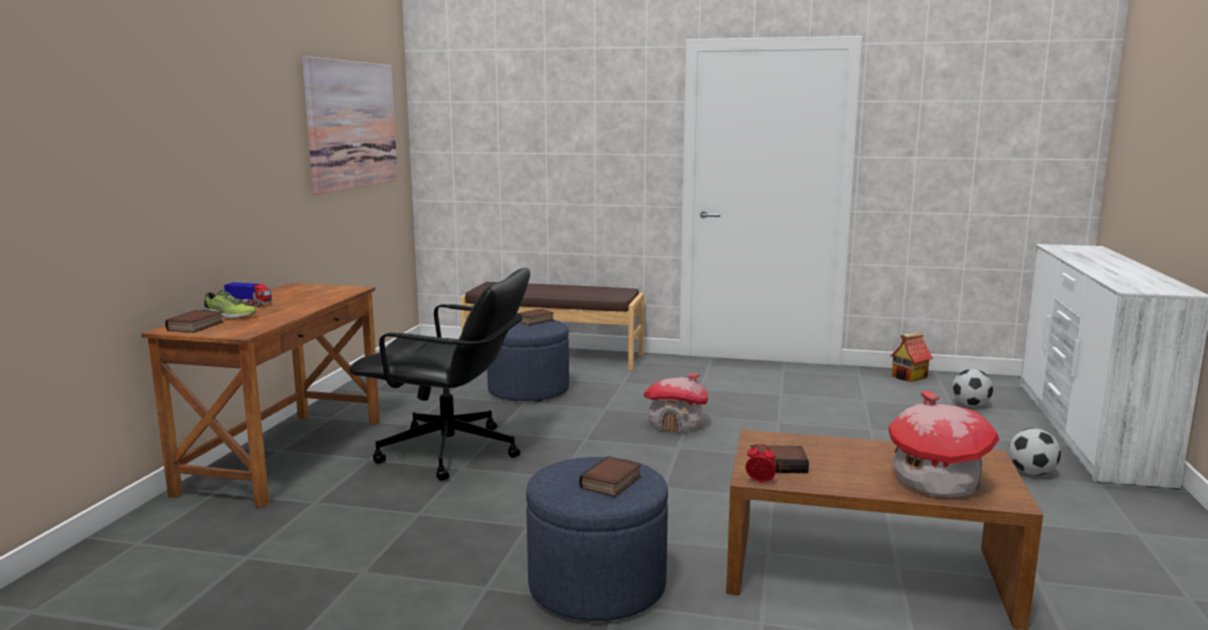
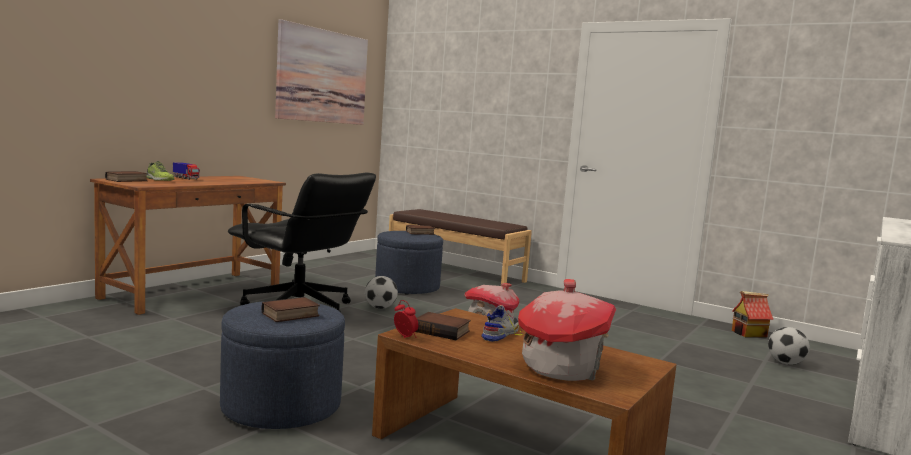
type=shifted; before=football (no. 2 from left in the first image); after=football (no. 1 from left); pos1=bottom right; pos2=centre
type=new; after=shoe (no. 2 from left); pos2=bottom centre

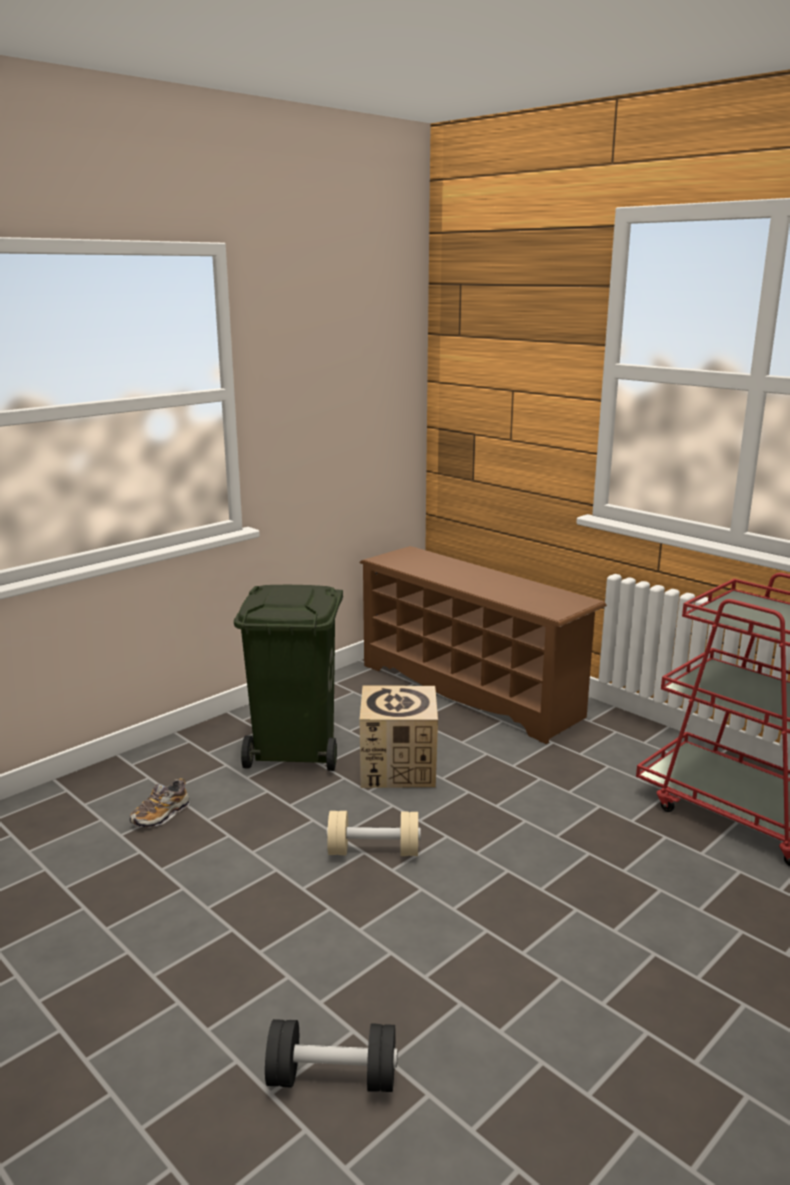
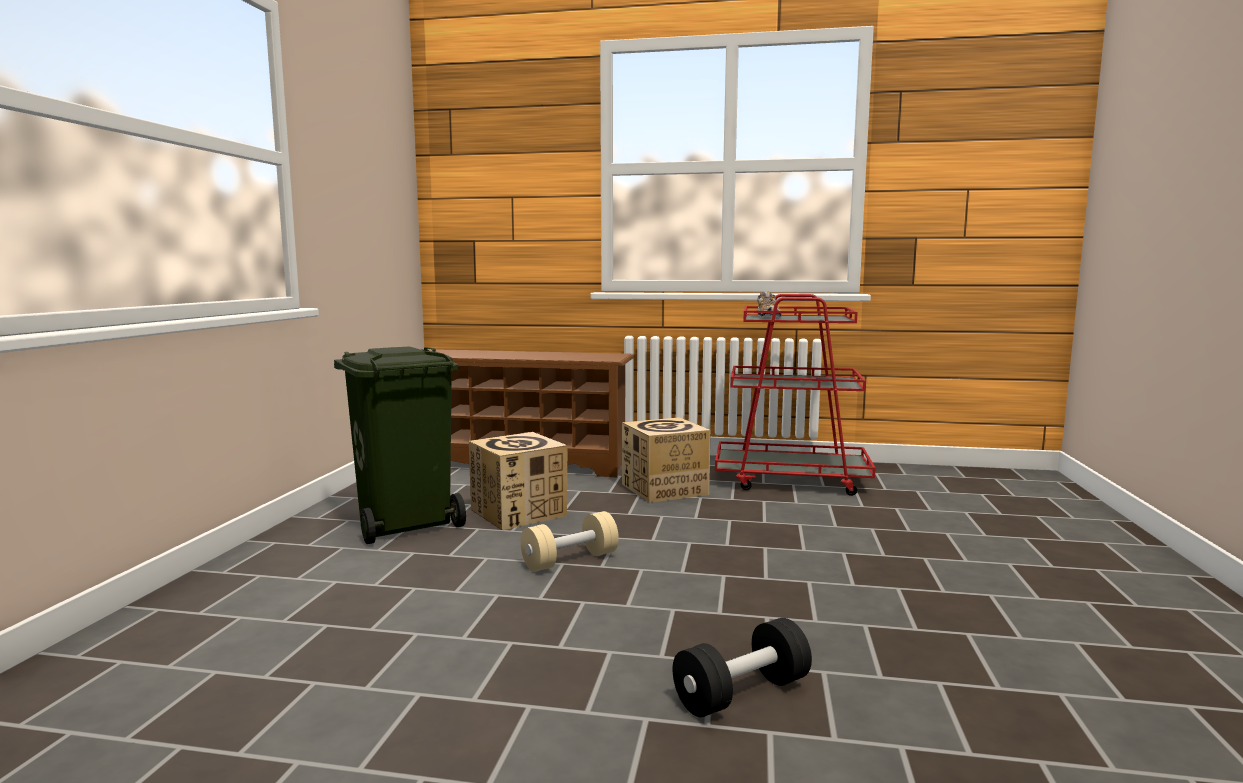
type=new; after=packing_box (no. 2 from left); pos2=centre
type=shifted; before=shoe; pos1=bottom left; pos2=centre

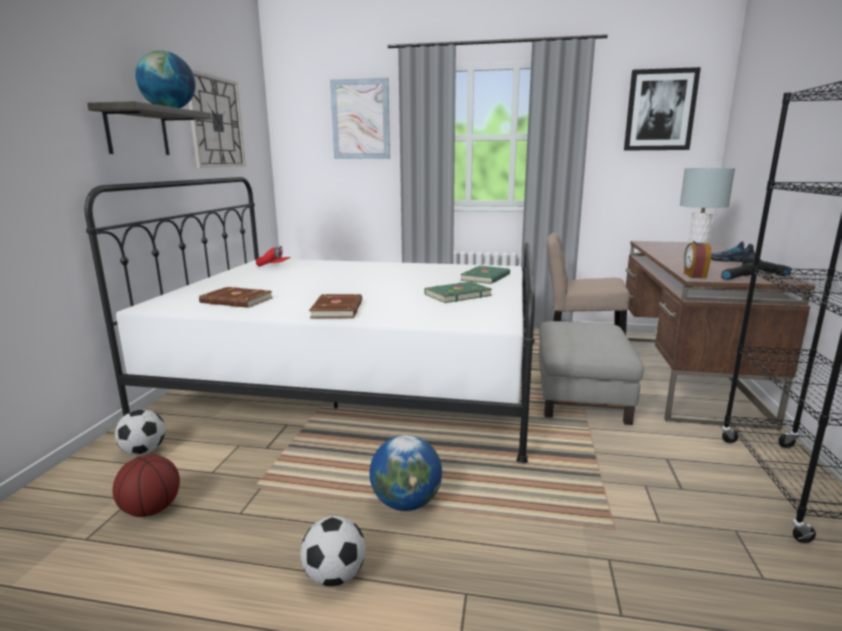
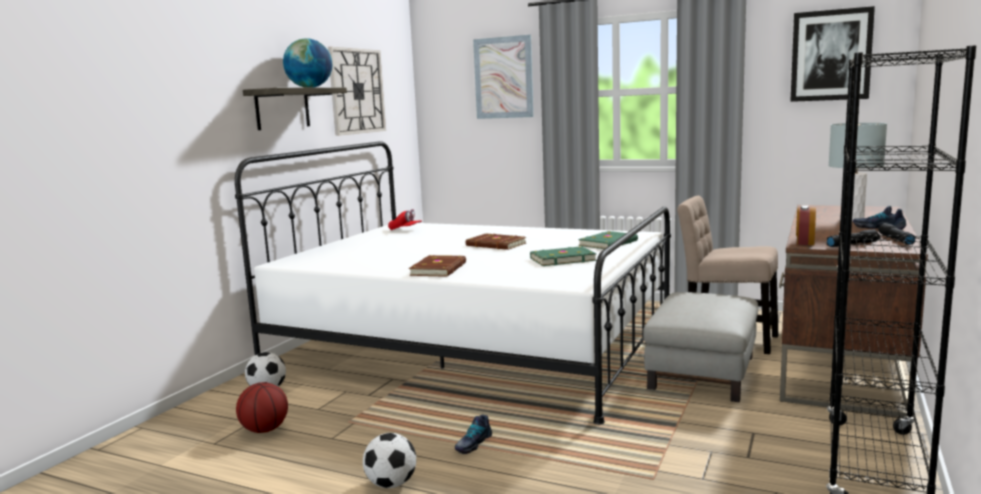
type=swapped; before=desk_globe (no. 2 from left); after=shoe (no. 1 from left); pos1=bottom centre; pos2=bottom centre
type=shifted; before=brown-coloured_bound_book (no. 1 from left in the first image); after=brown-coloured_bound_book (no. 2 from left); pos1=middle left; pos2=centre

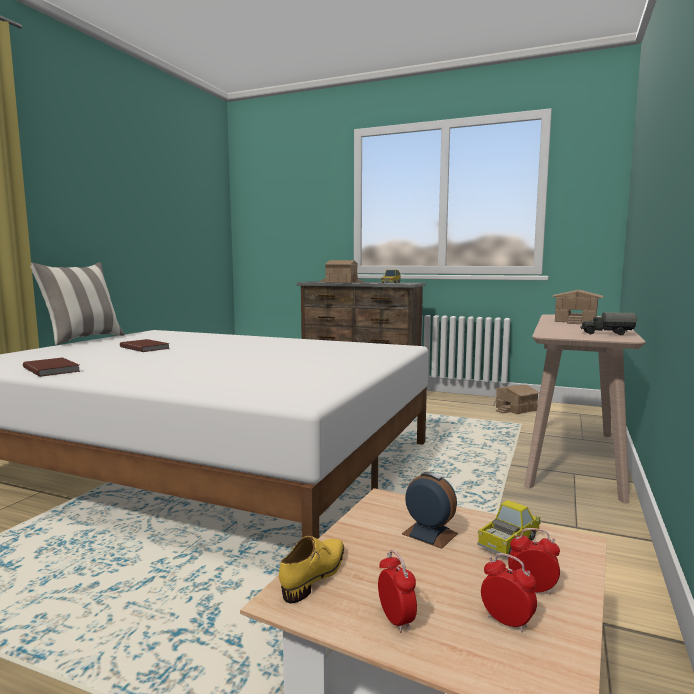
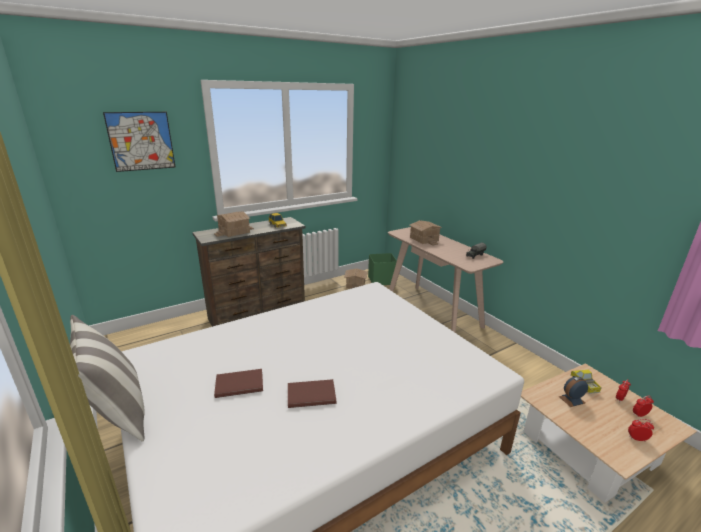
type=new; after=wall_art; pos2=top left
type=shifted; before=brown-coloured_bound_book (no. 1 from left in the first image); after=brown-coloured_bound_book (no. 2 from left); pos1=middle left; pos2=bottom centre
type=new; after=green-coloured_storage_container; pos2=centre
type=gone; before=yellowish_shoe; pos1=bottom centre

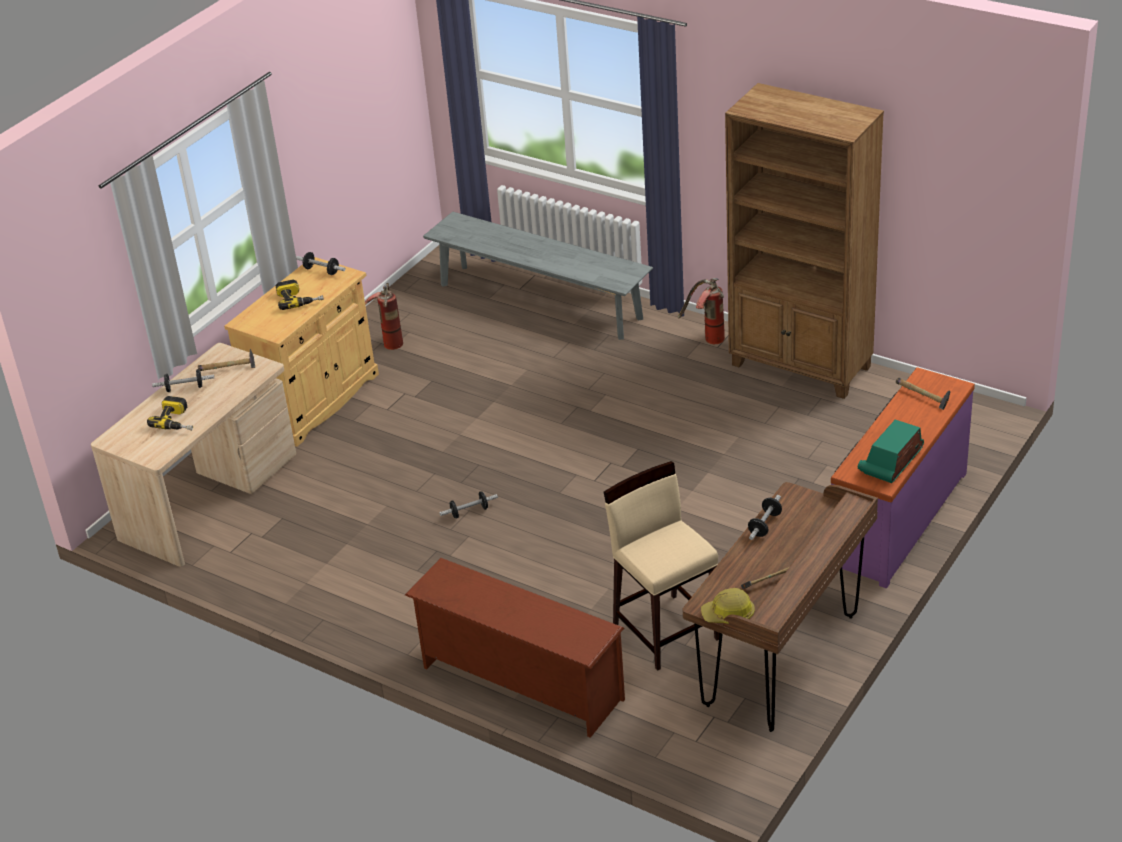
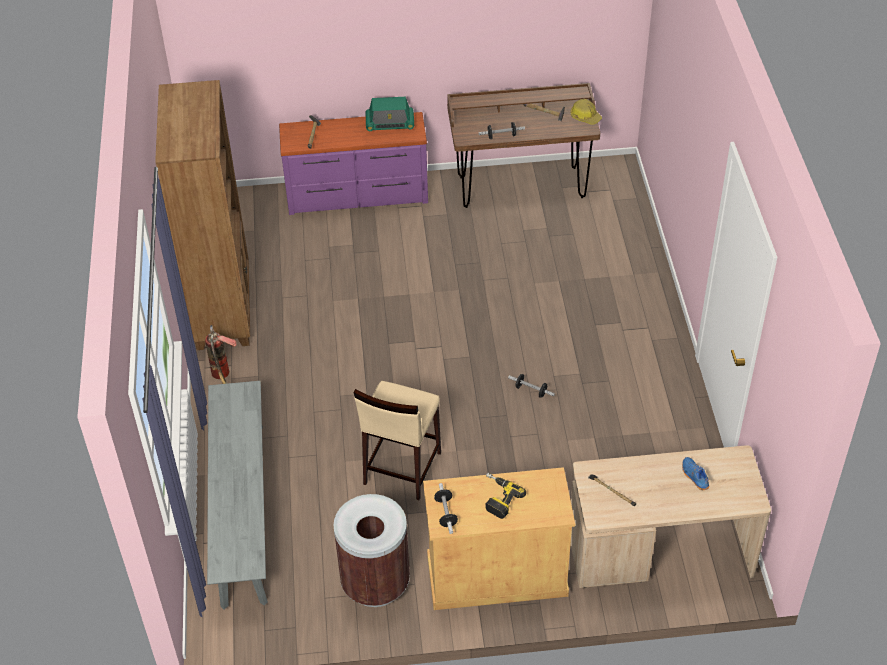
type=swapped; before=fire-fighting_cylinder (no. 1 from left); after=brown-coloured_waste_bin; pos1=centre; pos2=bottom centre
type=shifted; before=beige-coloured_stool; pos1=bottom centre; pos2=centre
type=swapped; before=drill (no. 1 from left); after=bluish_shoe; pos1=middle left; pos2=bottom right
type=gone; before=dumbbell (no. 1 from left); pos1=middle left
type=gone; before=brown-coloured_shoe_stand; pos1=bottom centre

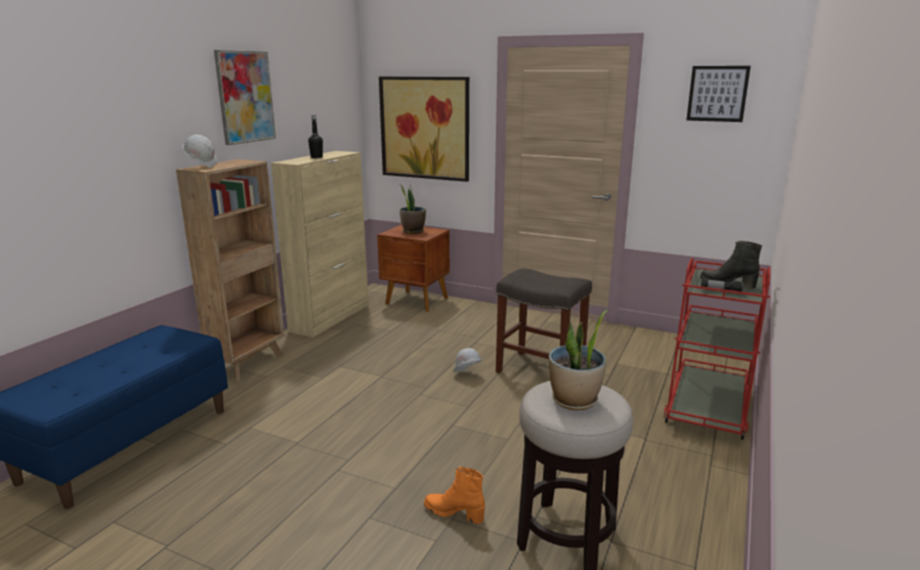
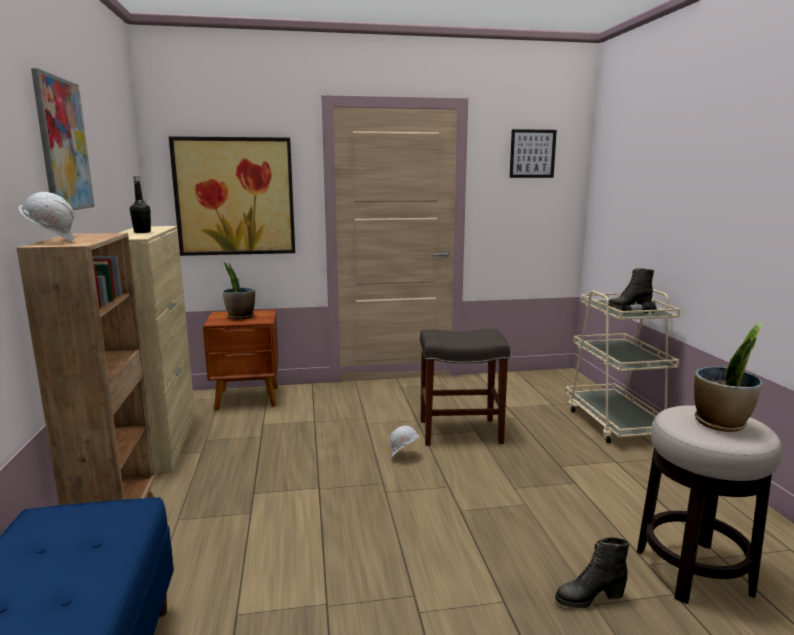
type=repainted; before=orangey_boot; after=black-coloured_boot (no. 1 from left); pos1=bottom centre; pos2=bottom right
type=repainted; before=red-coloured_wheeled_cart; after=beige-coloured_wheeled_cart; pos1=middle right; pos2=middle right

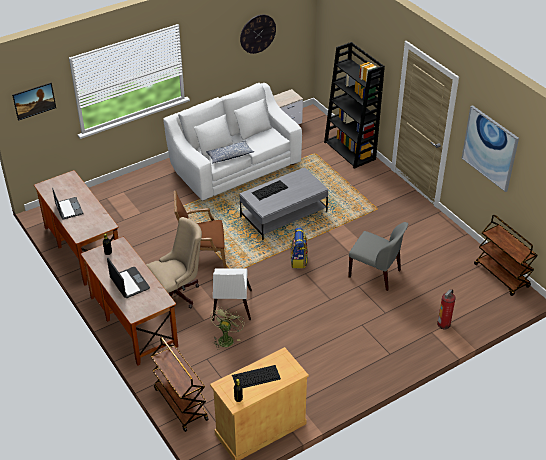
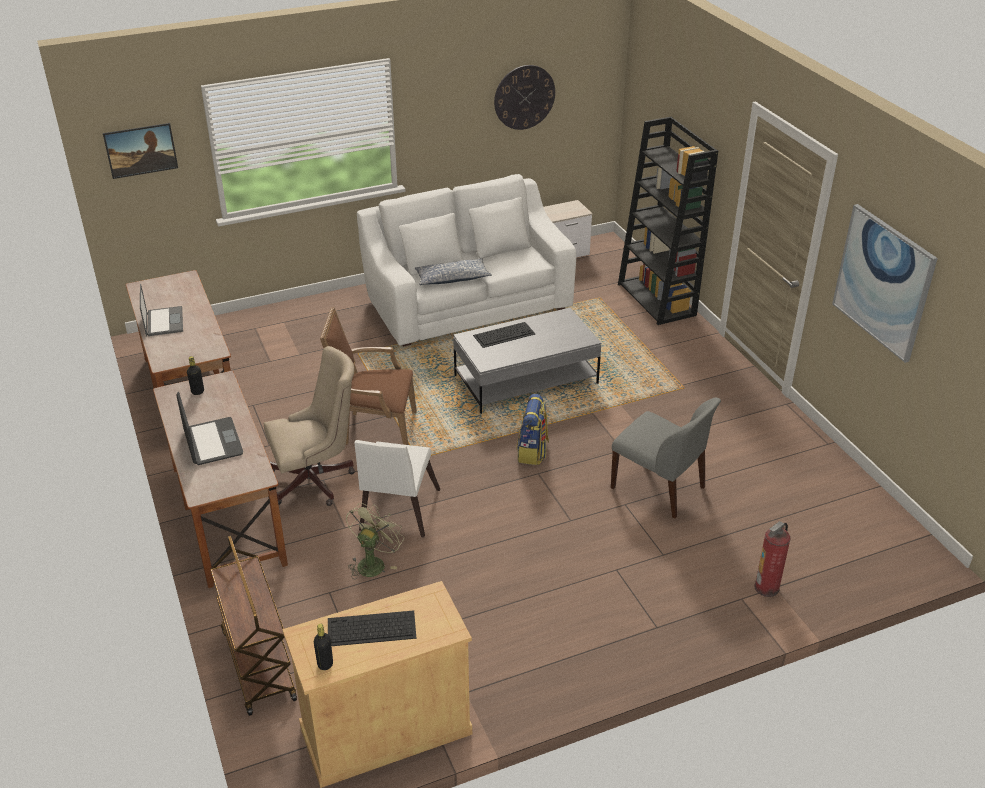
type=gone; before=brown-coloured_wheeled_cart (no. 2 from left); pos1=middle right

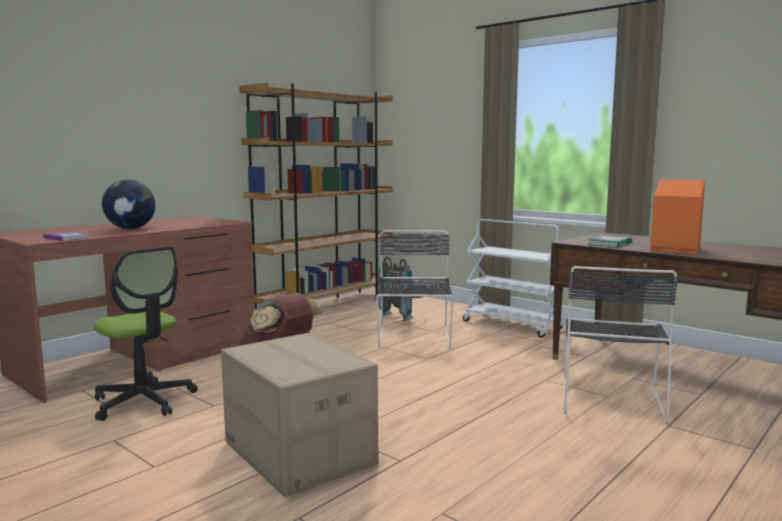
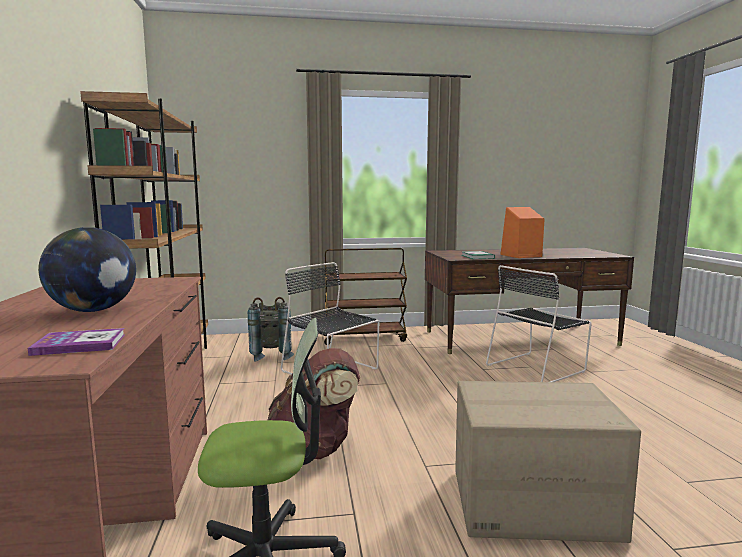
type=repainted; before=whitish_wheeled_cart; after=brown-coloured_wheeled_cart; pos1=centre; pos2=centre
type=rotated; before=black-coloured_chair (no. 2 from left); pos1=middle right; pos2=middle right; turn=90

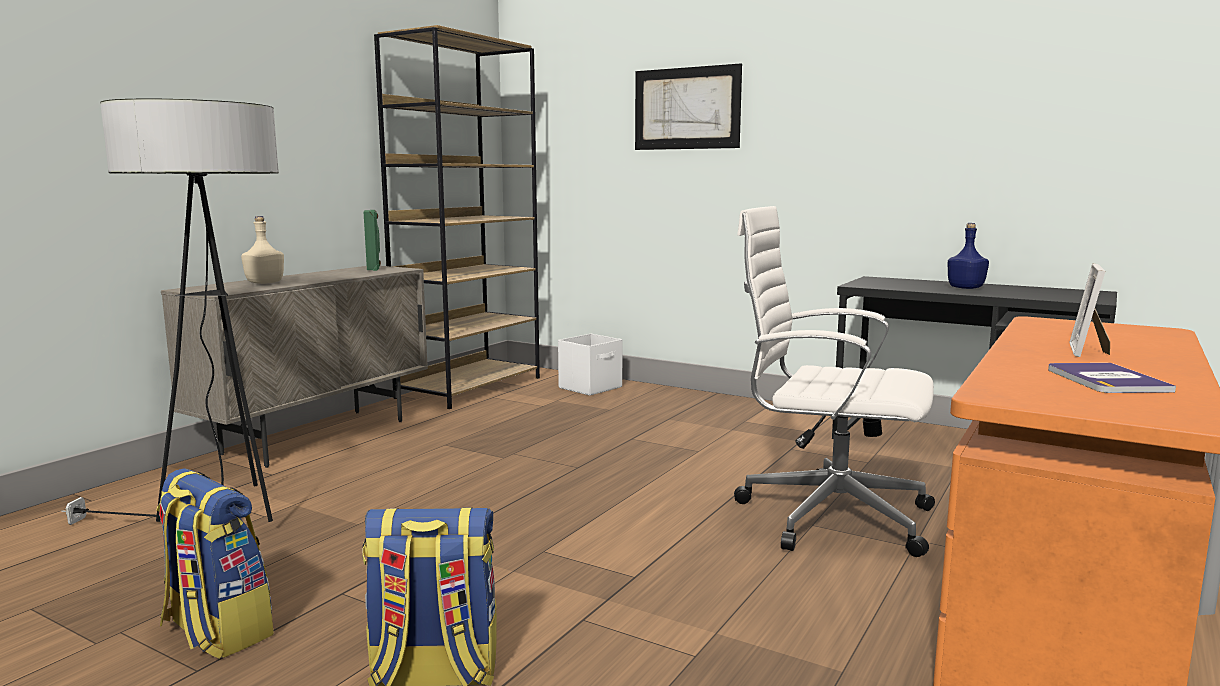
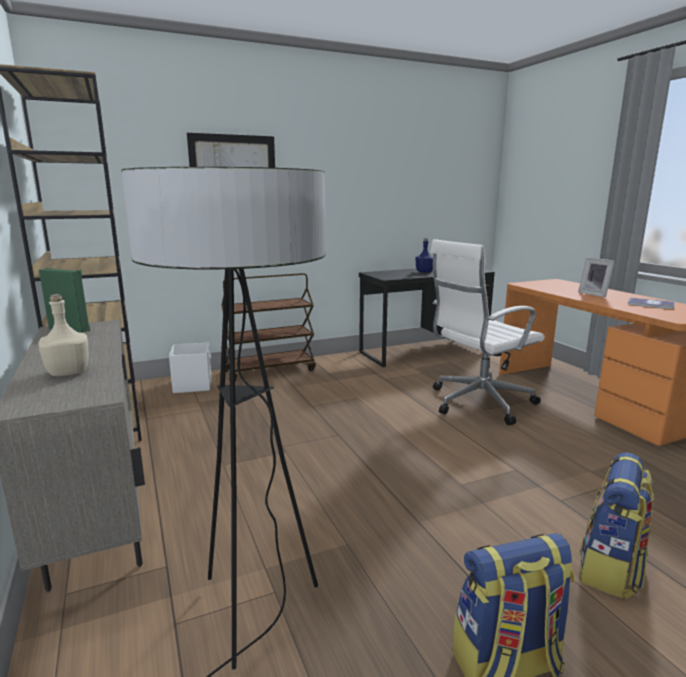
type=new; after=brown-coloured_wheeled_cart; pos2=centre

